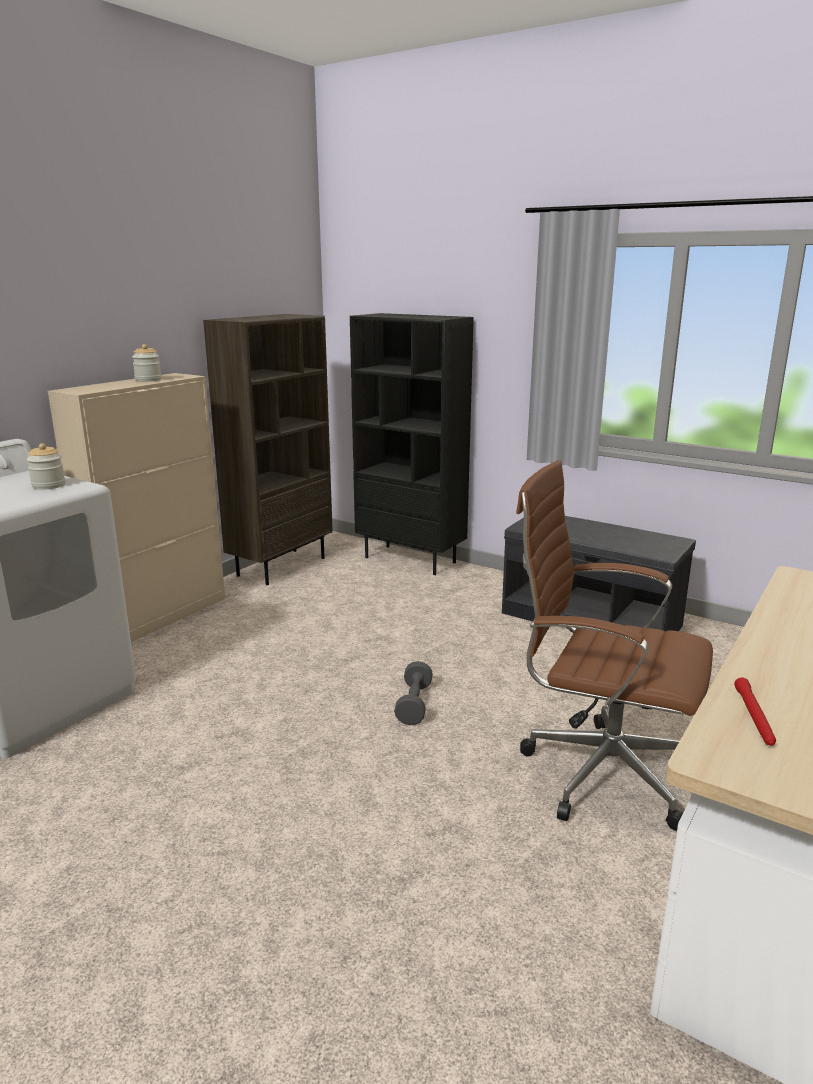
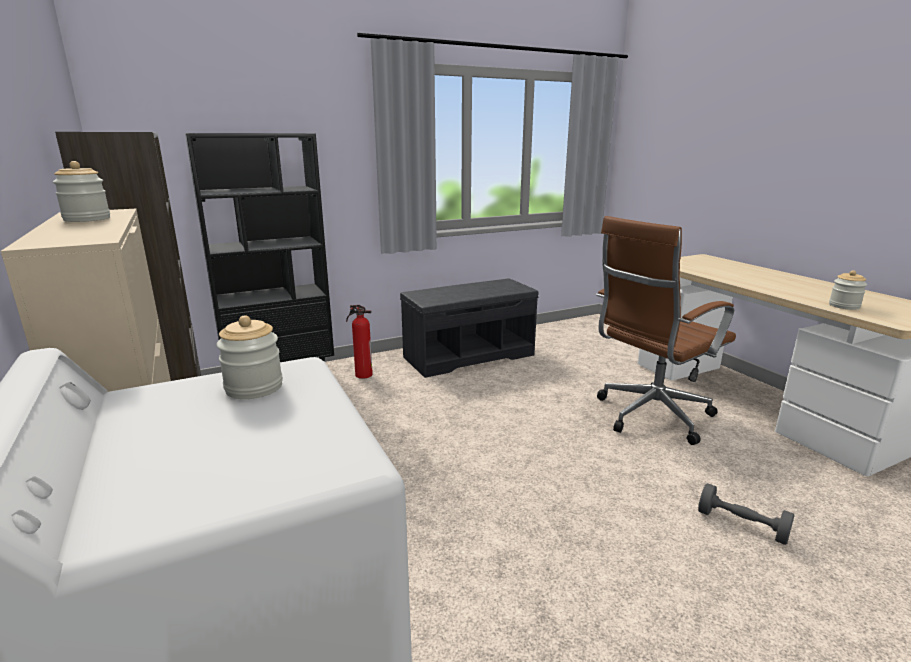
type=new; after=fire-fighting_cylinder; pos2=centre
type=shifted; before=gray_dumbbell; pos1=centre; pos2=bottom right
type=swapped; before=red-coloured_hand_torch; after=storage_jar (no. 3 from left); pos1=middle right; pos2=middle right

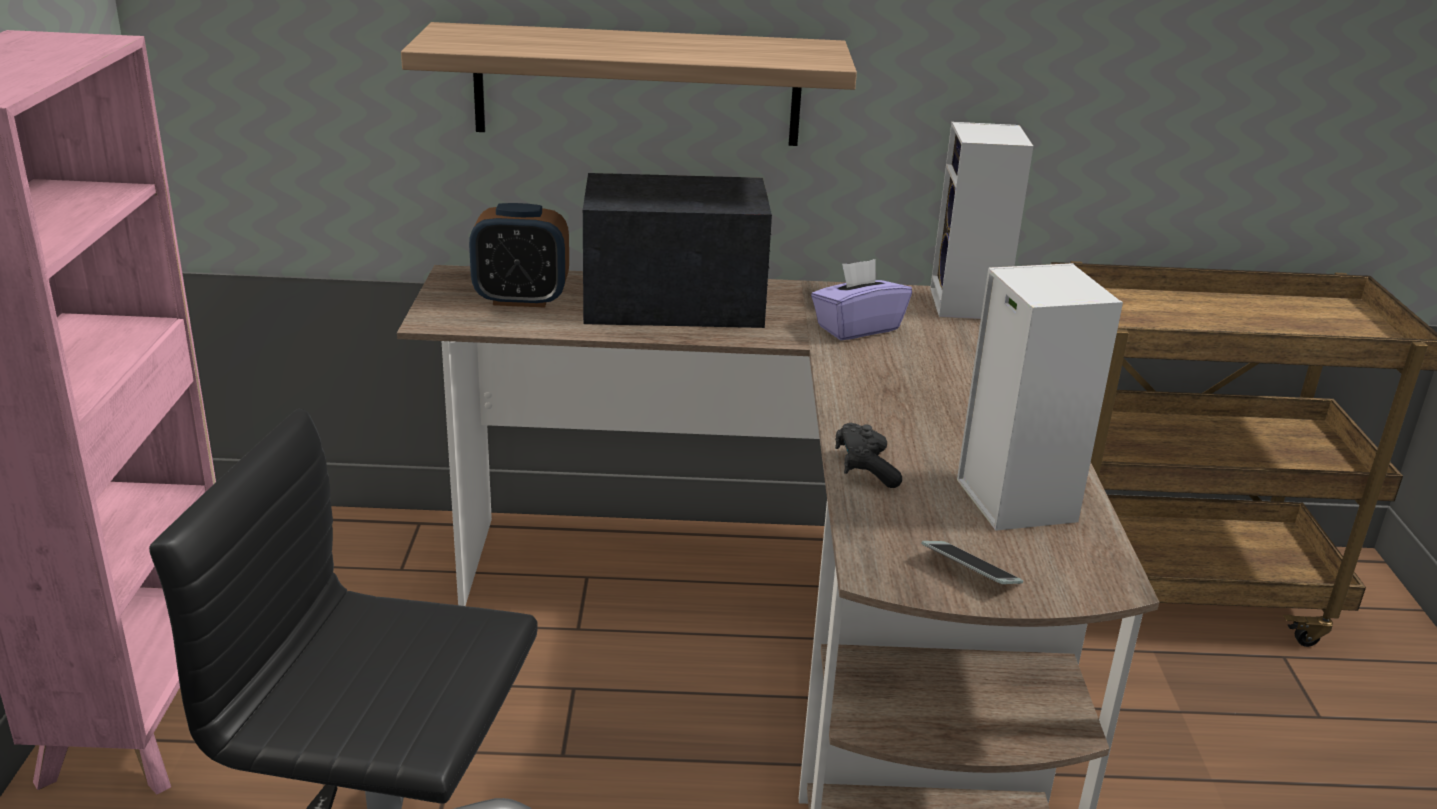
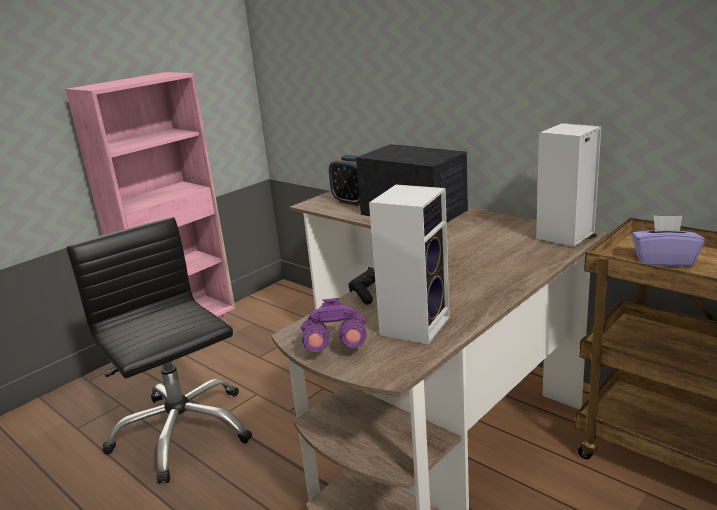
type=swapped; before=telephone; after=purplish_pair_of_binoculars; pos1=bottom right; pos2=centre
type=shifted; before=purplish_tissue_box; pos1=centre; pos2=middle right
type=gone; before=bracket_shelf; pos1=top centre

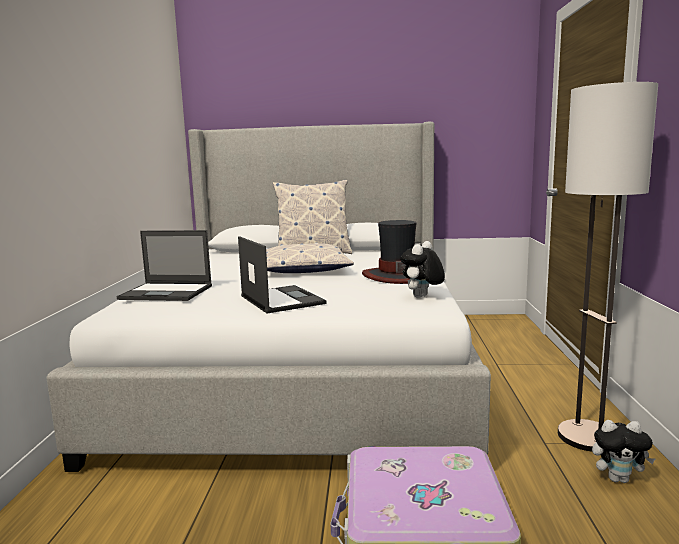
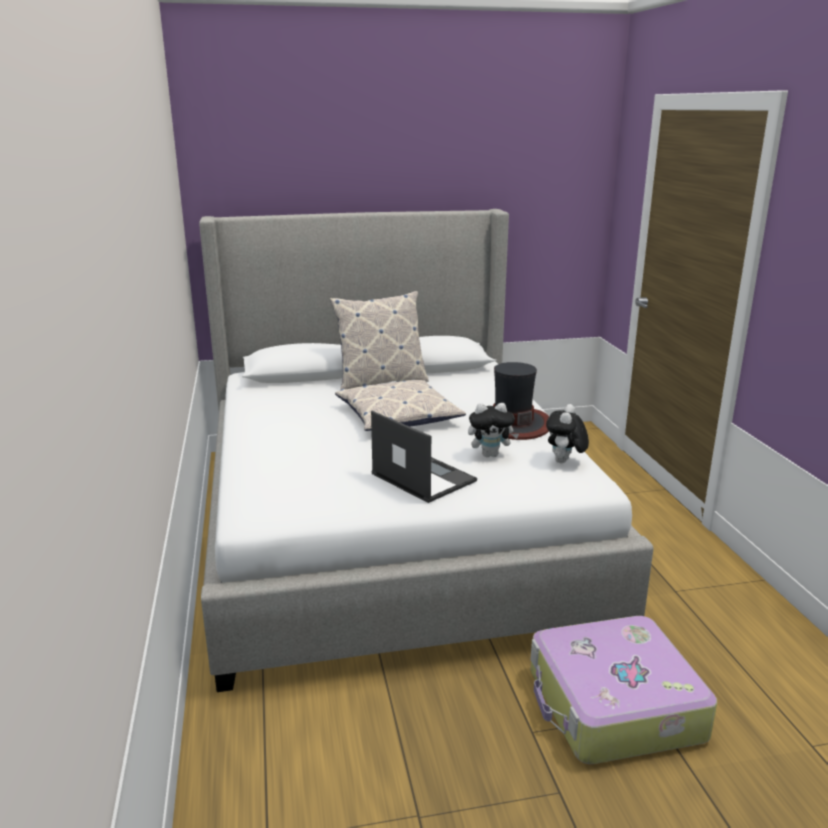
type=shifted; before=plush_toy (no. 2 from left in the first image); after=plush_toy (no. 1 from left); pos1=bottom right; pos2=centre
type=gone; before=notebook_computer (no. 1 from left); pos1=middle left
type=gone; before=floor_lamp; pos1=middle right

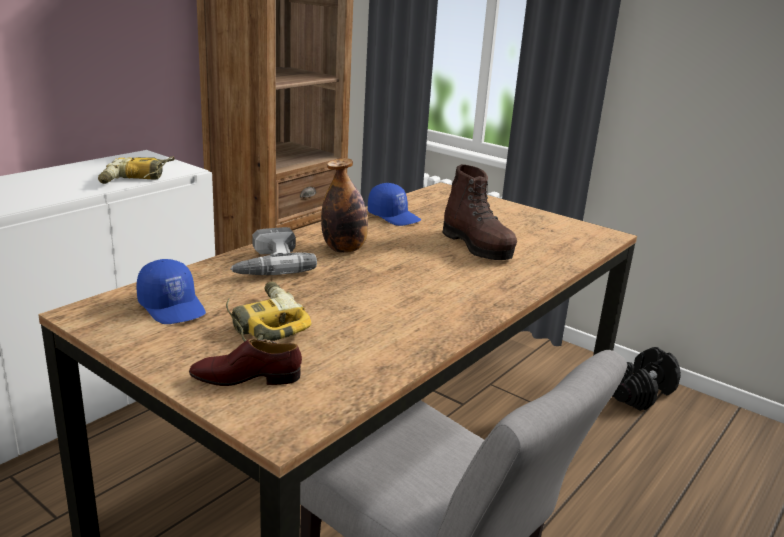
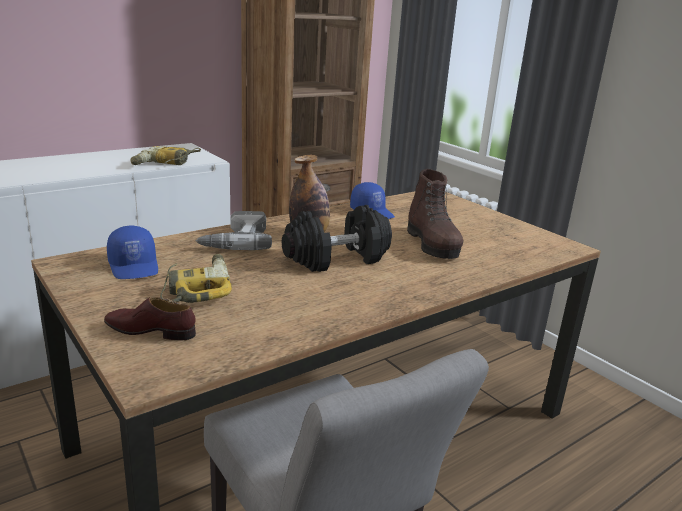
type=shifted; before=black-coloured_dumbbell; pos1=bottom right; pos2=centre

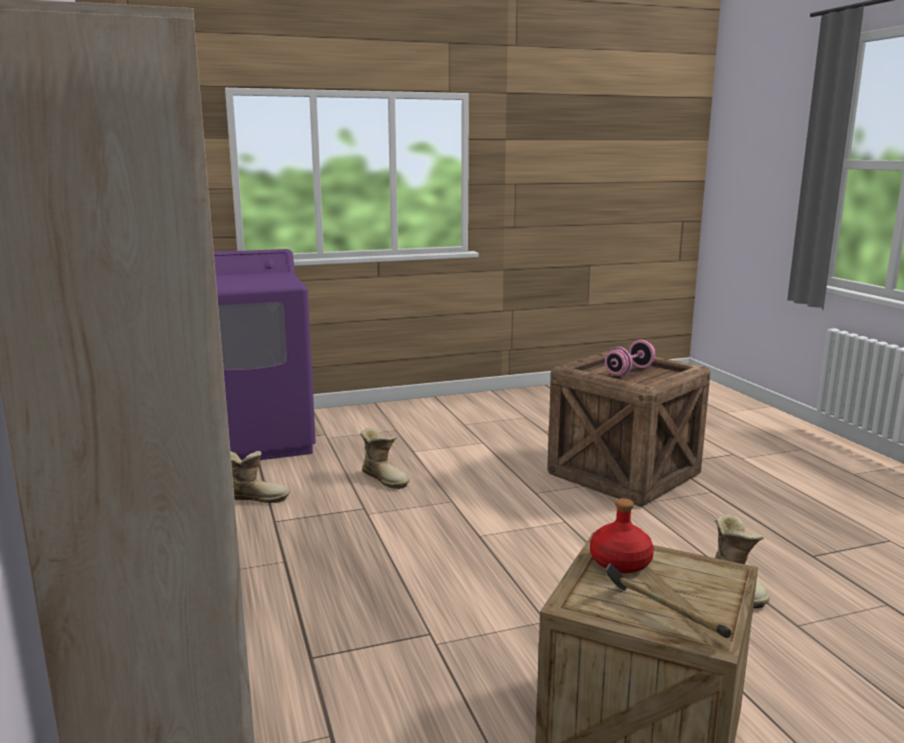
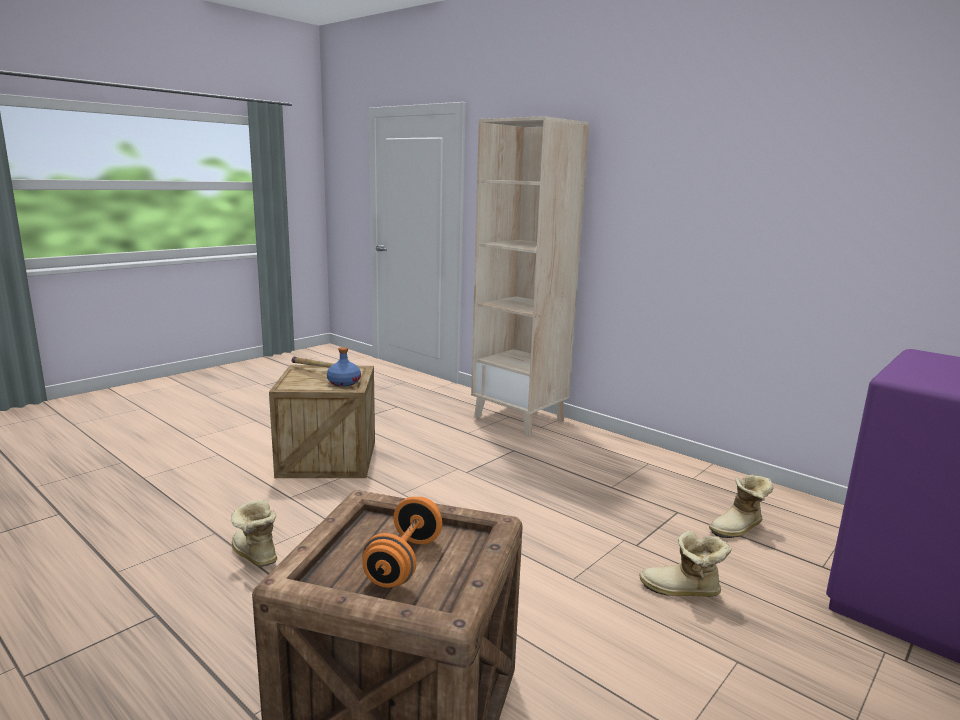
type=repainted; before=red-coloured_beverage_bottle; after=bluish_beverage_bottle; pos1=bottom right; pos2=centre
type=repainted; before=pink_dumbbell; after=orangey_dumbbell; pos1=middle right; pos2=bottom centre

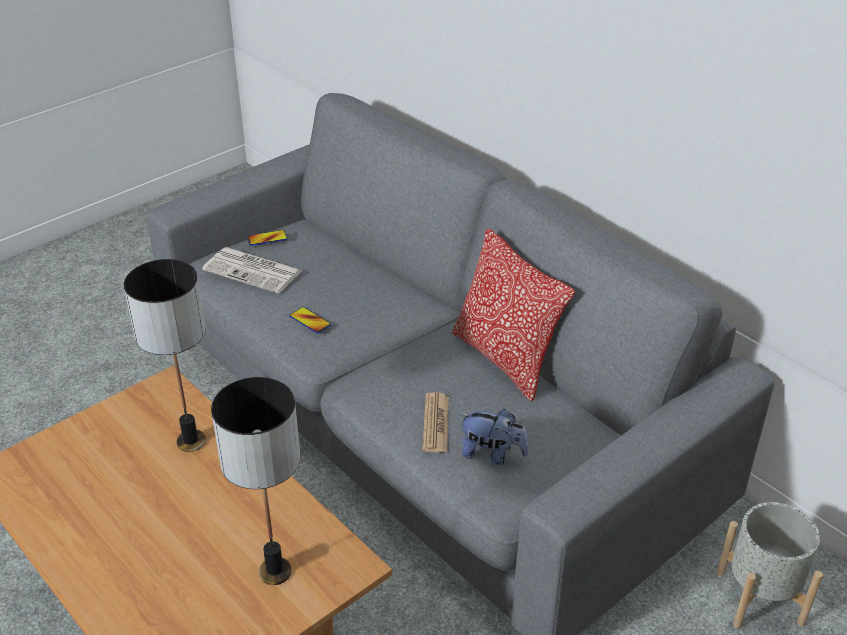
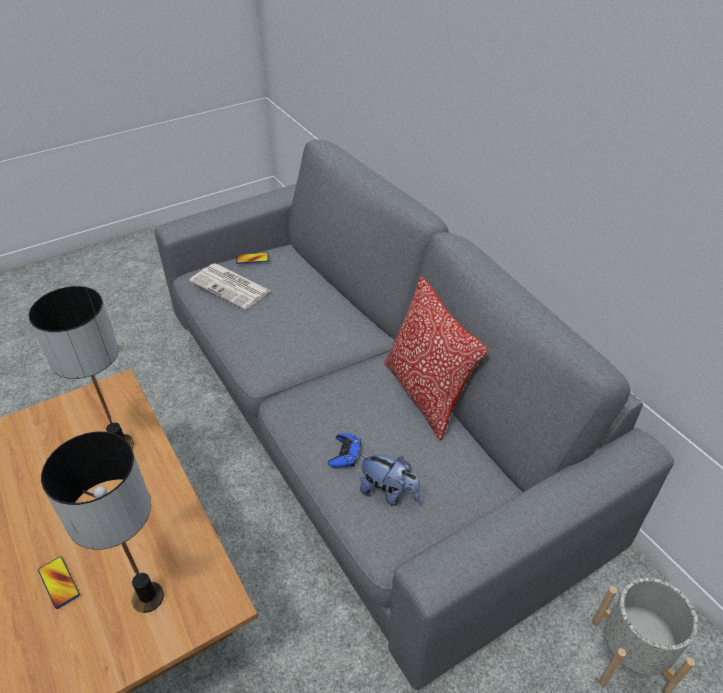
type=shifted; before=telephone (no. 2 from left in the first image); after=telephone (no. 1 from left); pos1=centre; pos2=bottom left
type=swapped; before=printed_paper (no. 2 from left); after=bluish_game_controller; pos1=centre; pos2=centre

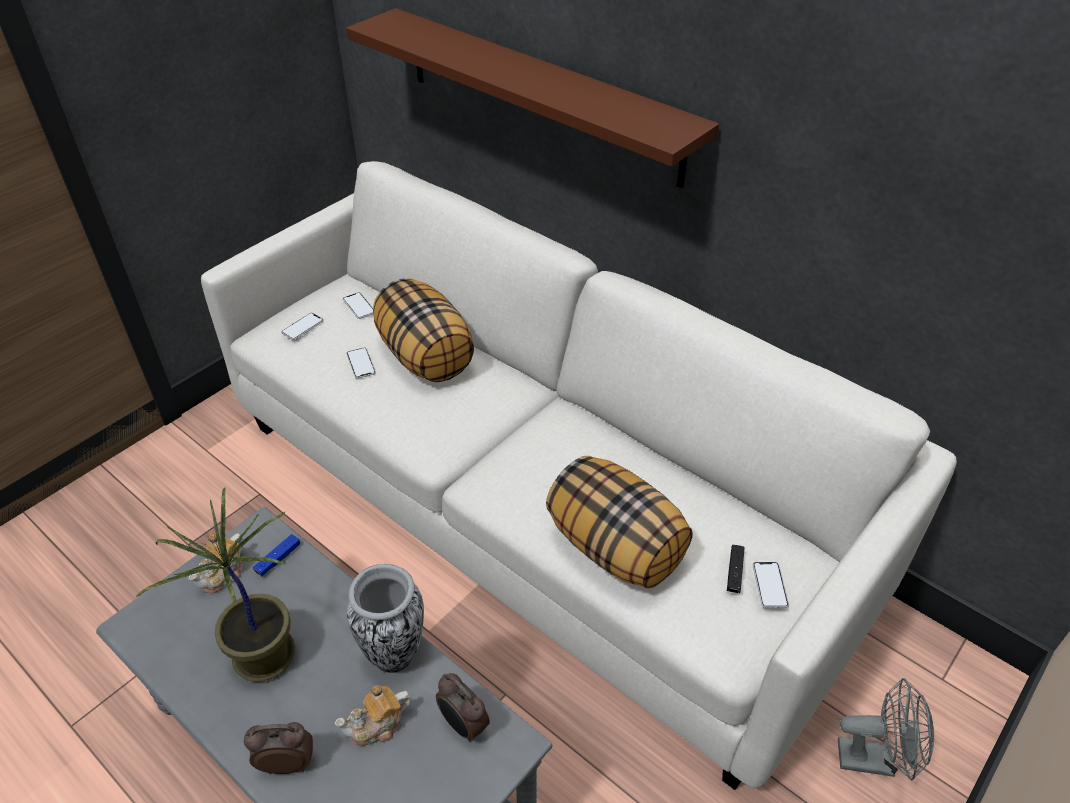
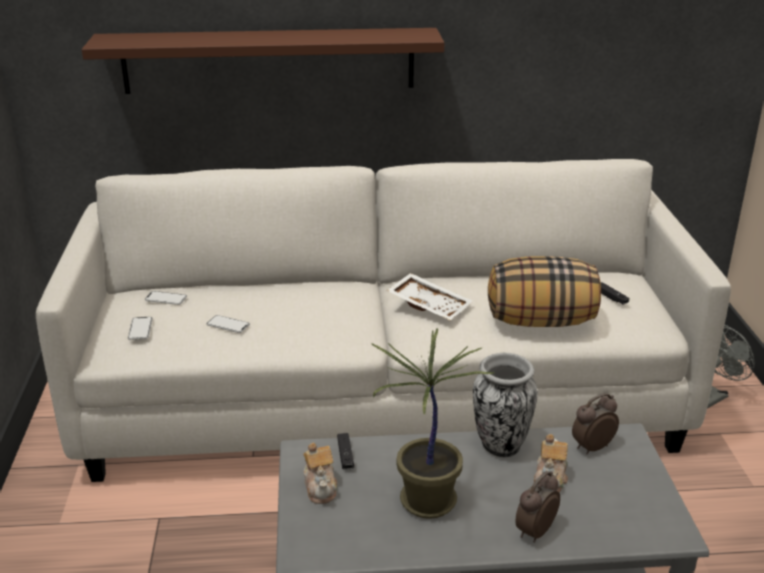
type=repainted; before=bluish_game_controller; after=black-coloured_game_controller (no. 1 from left); pos1=bottom left; pos2=bottom centre
type=new; after=whitish_tray; pos2=centre
type=rotated; before=bedside_clock (no. 2 from left); pos1=bottom centre; pos2=bottom right; turn=150
type=gone; before=cushion (no. 1 from left); pos1=centre
type=gone; before=telephone (no. 4 from left); pos1=bottom right

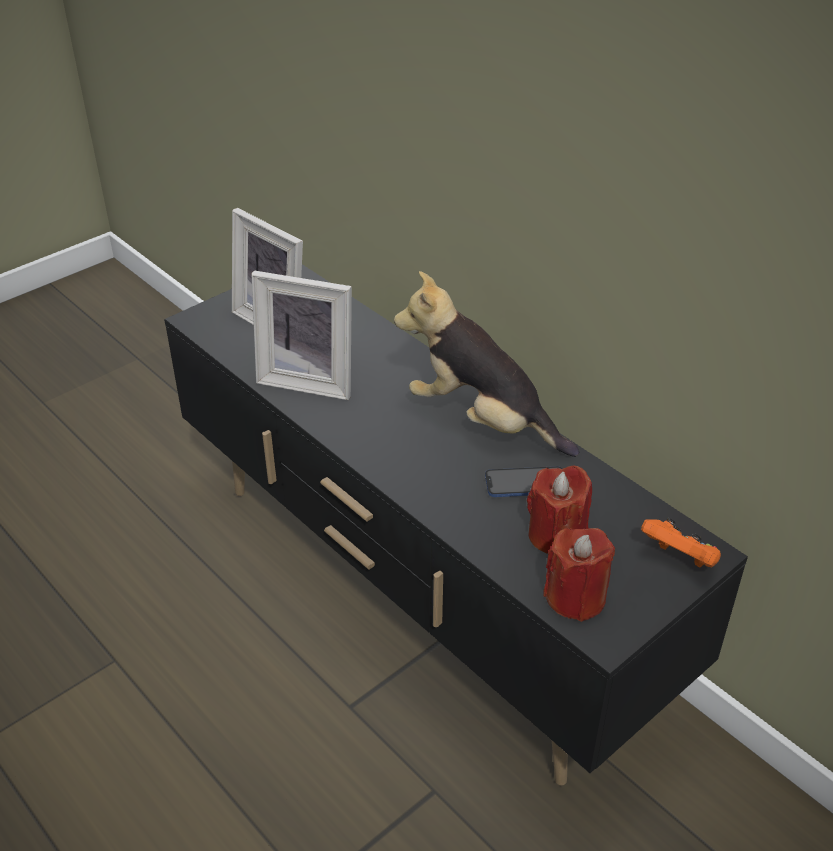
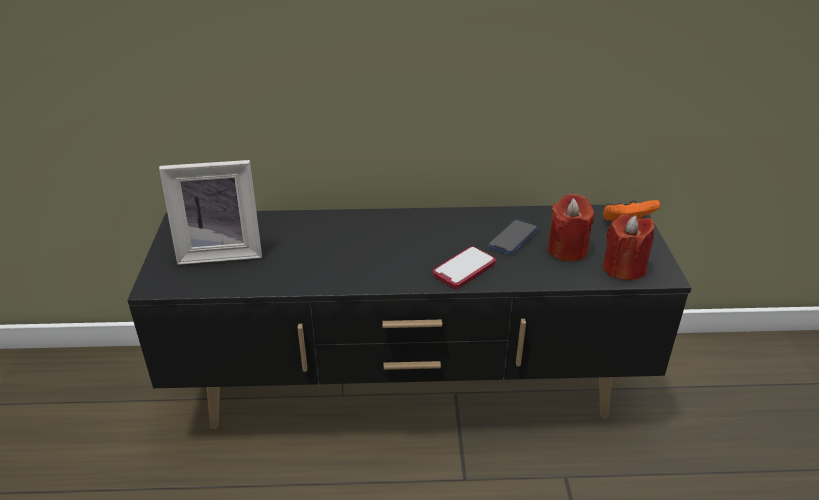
type=new; after=telephone (no. 1 from left); pos2=centre
type=gone; before=standing_frame (no. 2 from left); pos1=centre
type=gone; before=plush_toy; pos1=centre

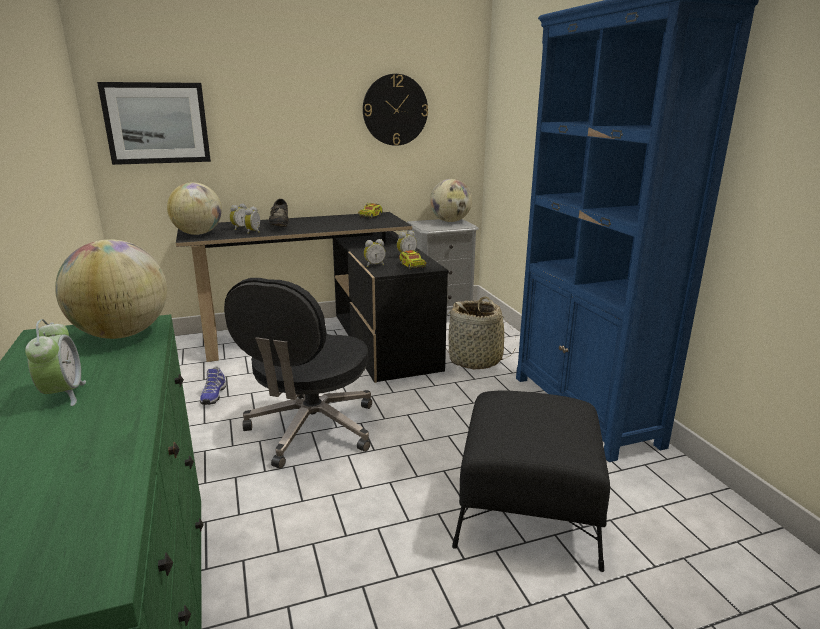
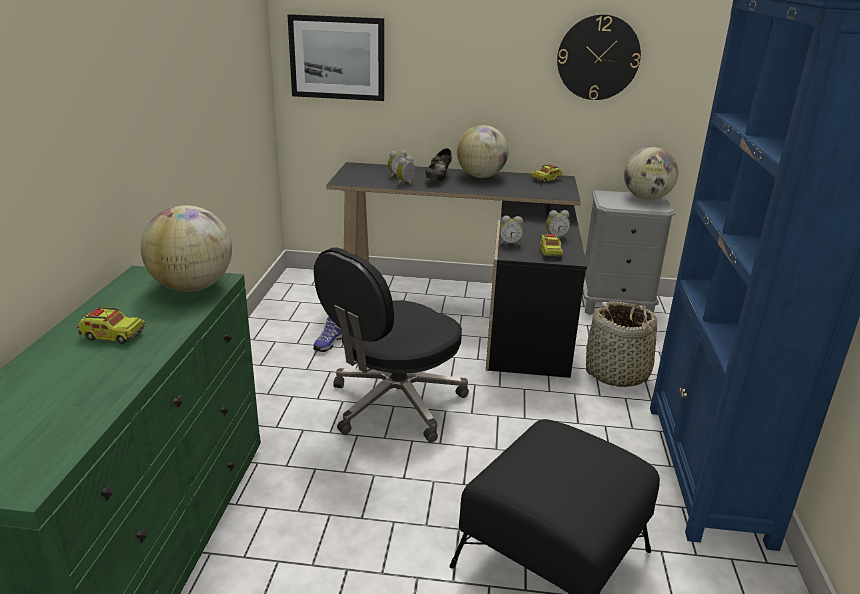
type=swapped; before=bedside_clock (no. 1 from left); after=model_truck (no. 1 from left); pos1=middle left; pos2=middle left
type=shifted; before=desk_globe (no. 2 from left); pos1=top left; pos2=top centre

